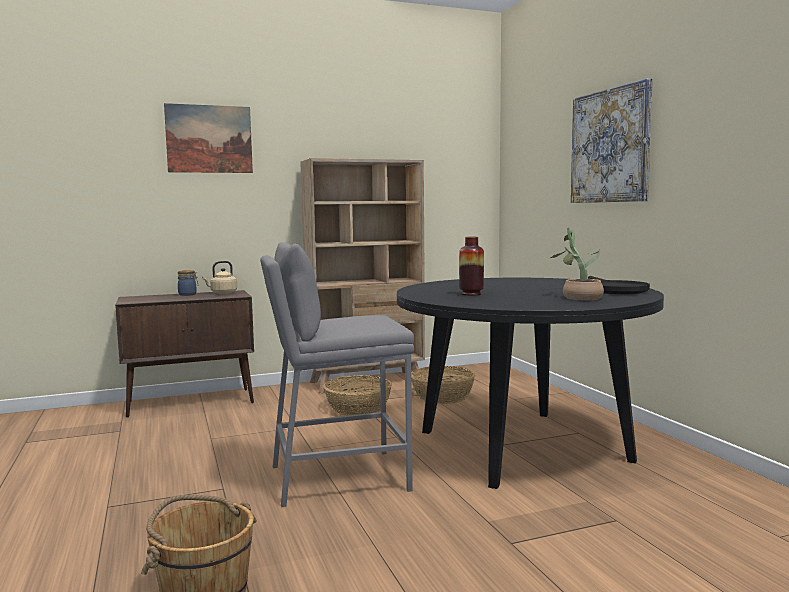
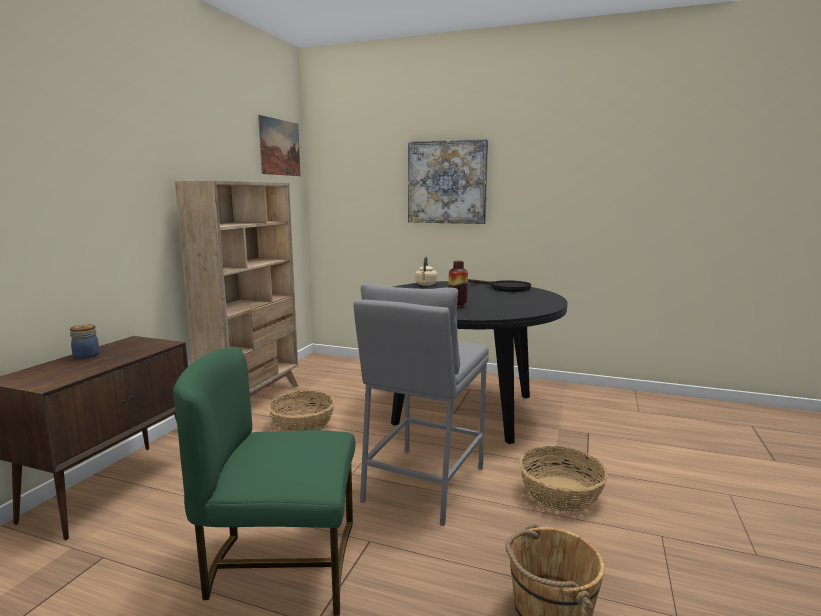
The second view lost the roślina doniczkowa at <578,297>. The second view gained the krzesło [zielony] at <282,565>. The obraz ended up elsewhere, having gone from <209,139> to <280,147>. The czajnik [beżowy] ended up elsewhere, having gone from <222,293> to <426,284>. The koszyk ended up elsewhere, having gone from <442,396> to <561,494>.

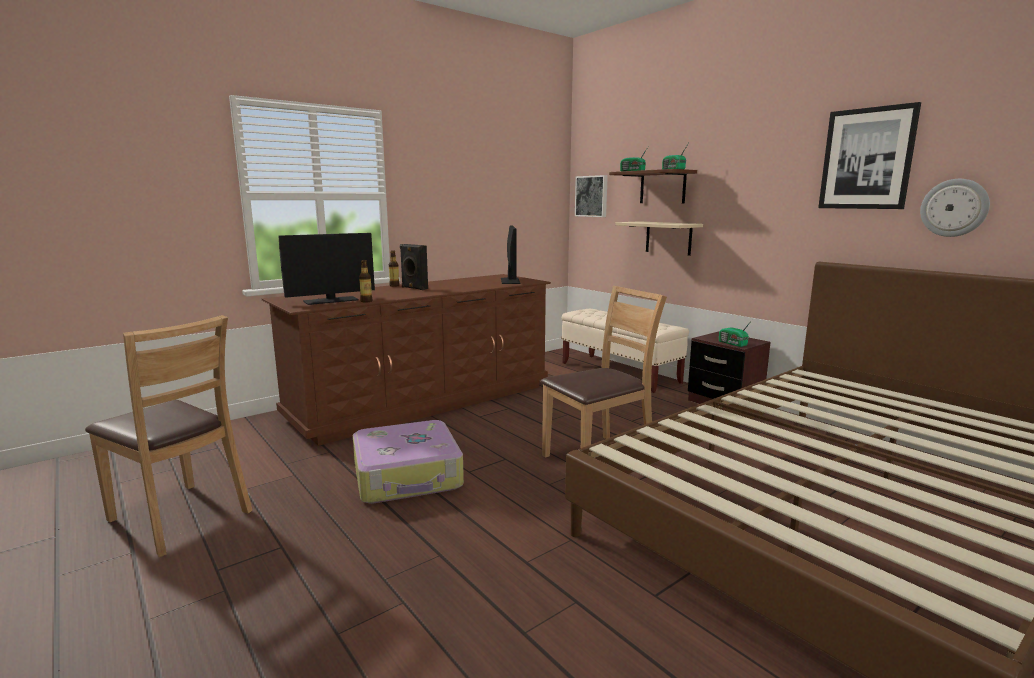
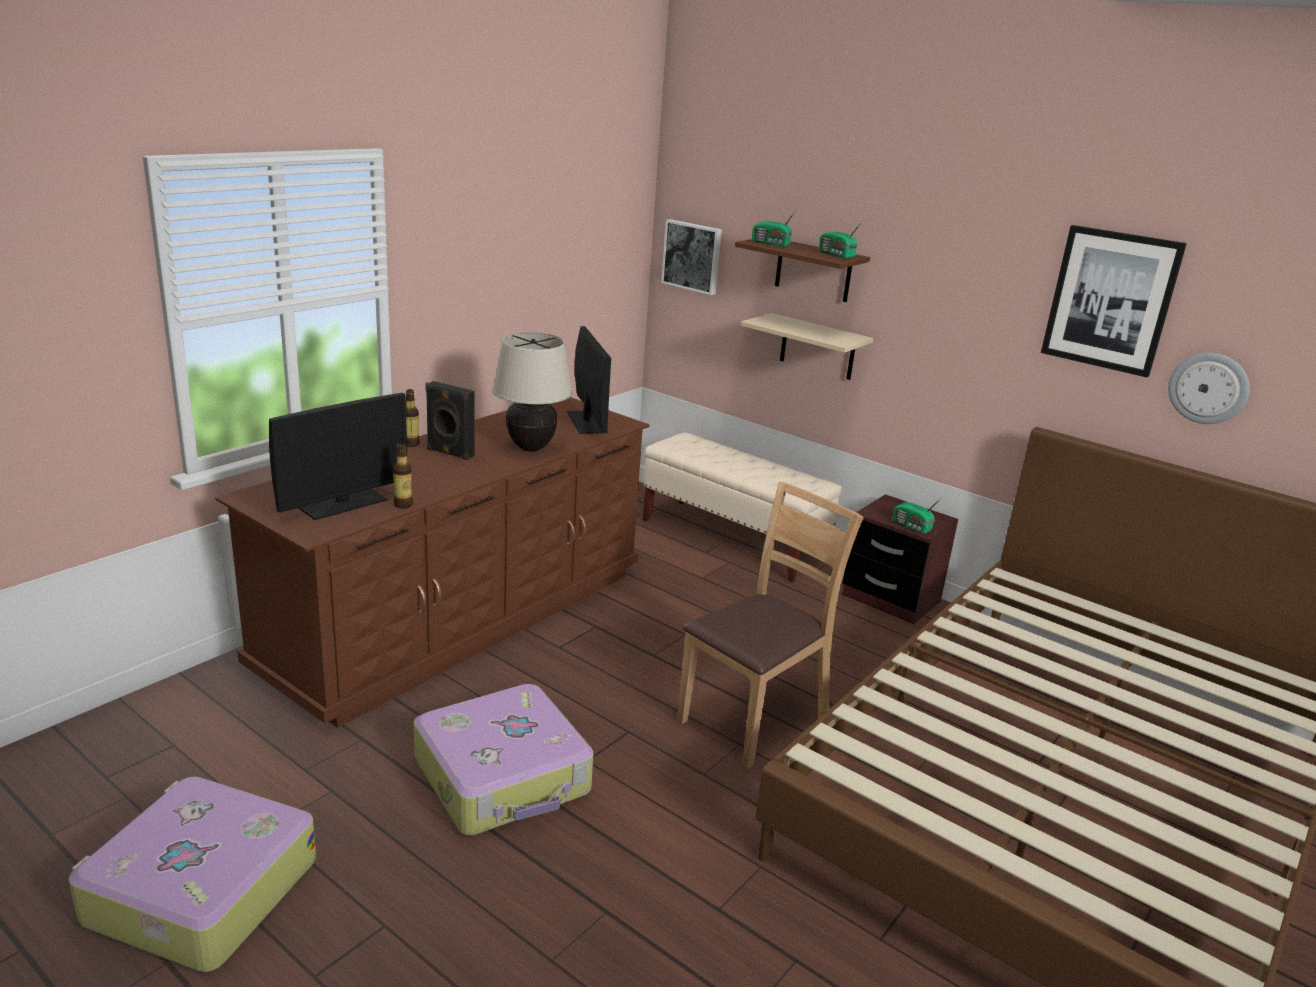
The second view gained the lampa stołowa [beżowy] at <531,448>. Where the krzesło [brązowy] stood at <180,517>, the walizka came to stand at <199,891>.

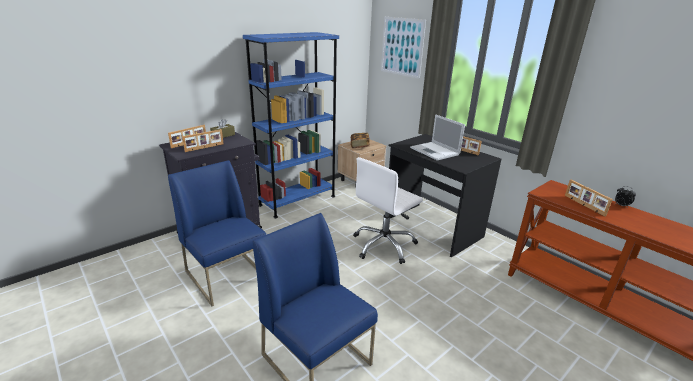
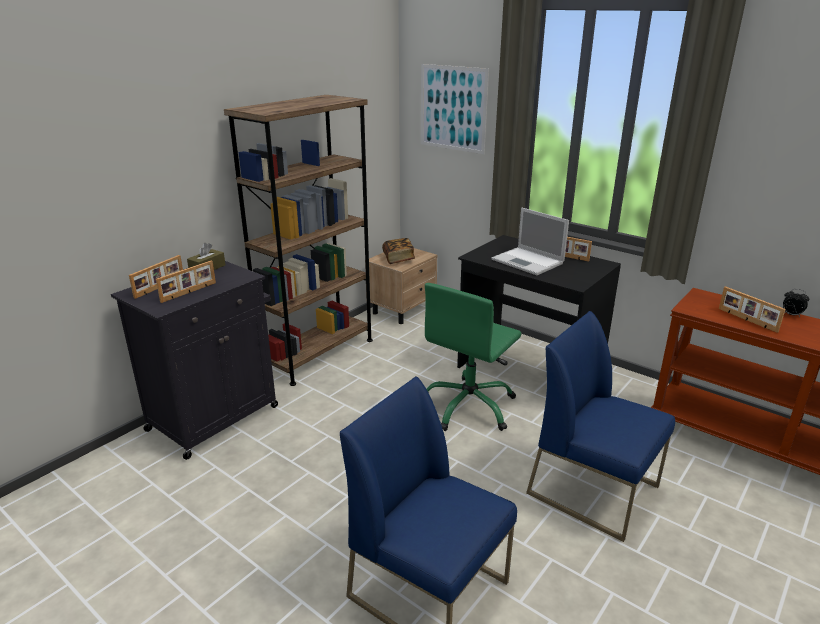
The krzesło [niebieski] ended up elsewhere, having gone from <227,275> to <594,489>. What was the regał [niebieski] at <297,201> turned into the regał [brązowy] at <318,354>. What was the krzesło biurowe [biały] at <384,245> turned into the krzesło biurowe [zielony] at <469,406>.

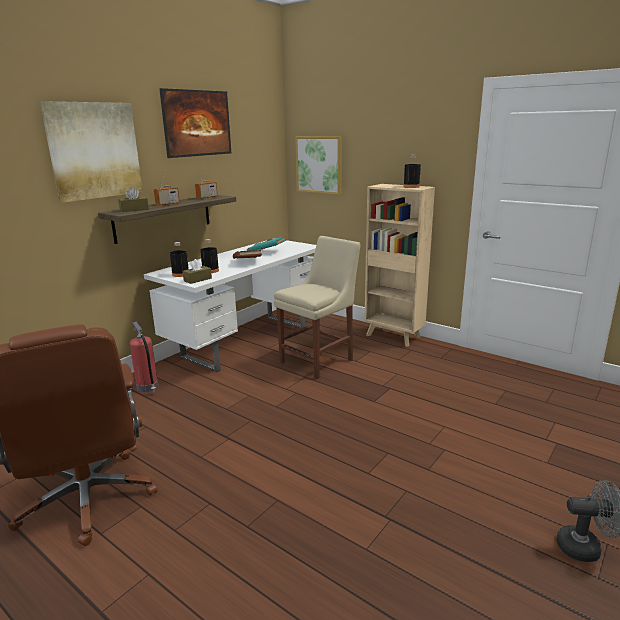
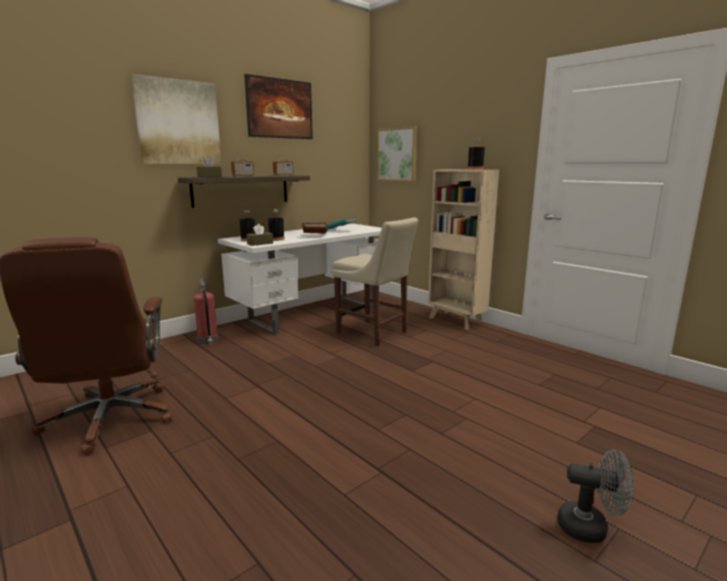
The krzesło [beżowy] at <319,360> ended up facing another way, 75 degrees clockwise from before.

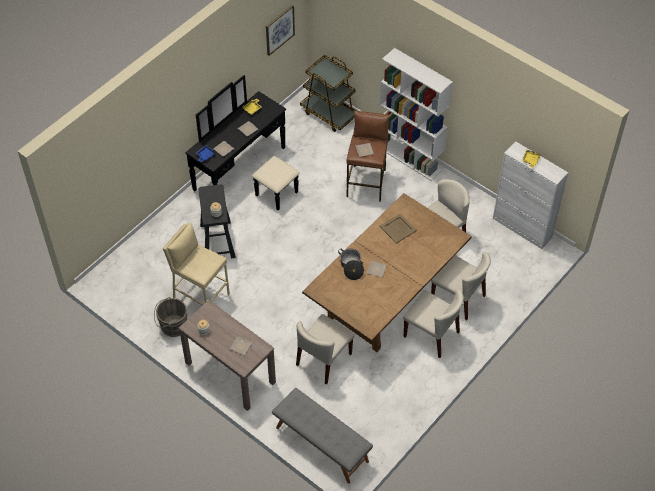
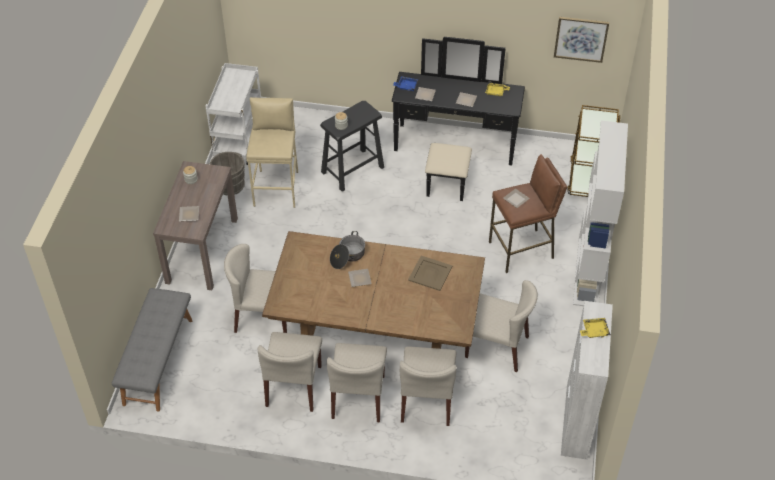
The second view gained the wózek [biały] at <238,141>. The second view gained the krzesło [beżowy] at <294,386>.

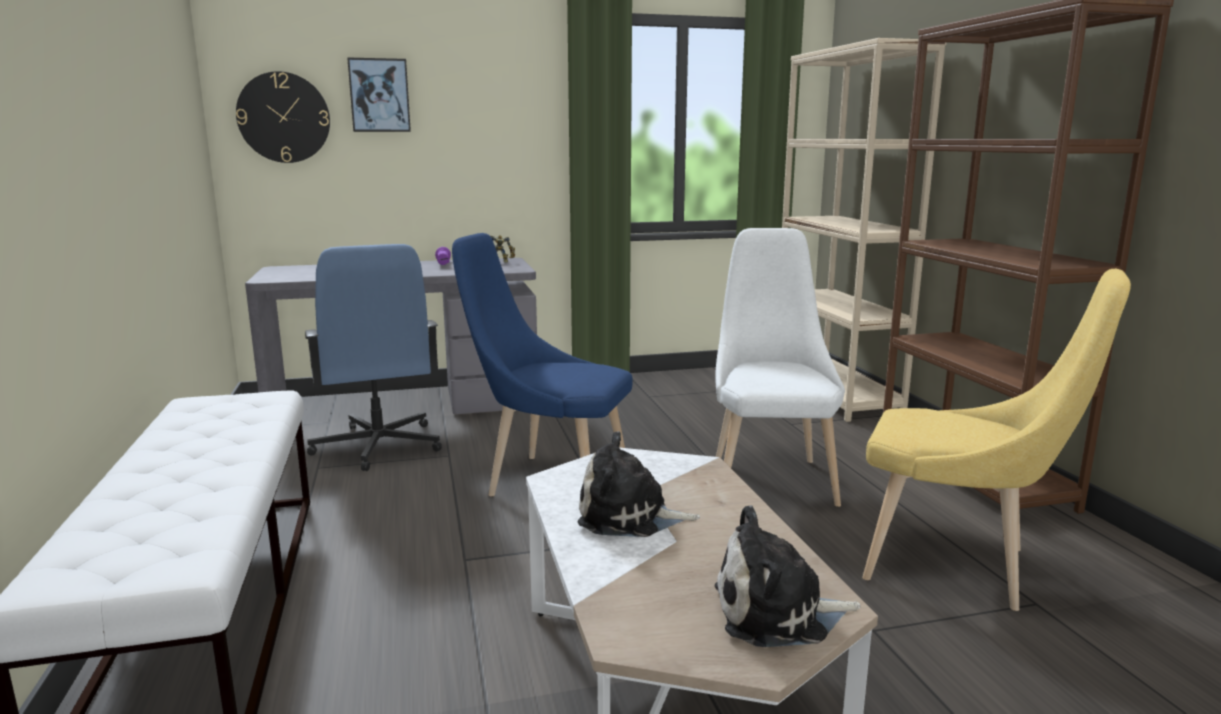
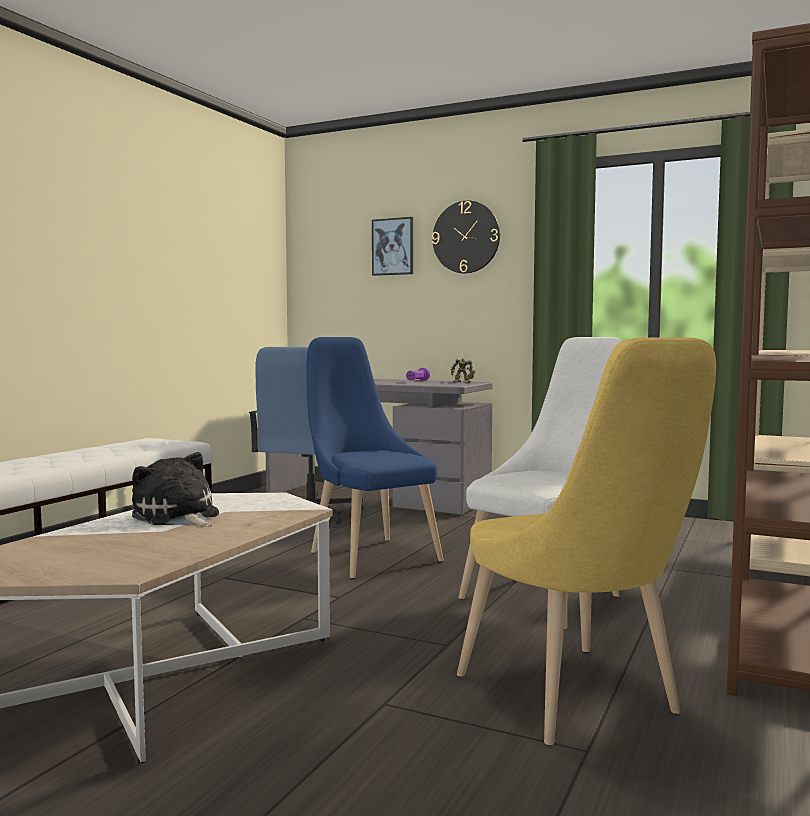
The second view lost the pluszak at <777,613>. The zegar ścienny ended up elsewhere, having gone from <284,117> to <466,237>.

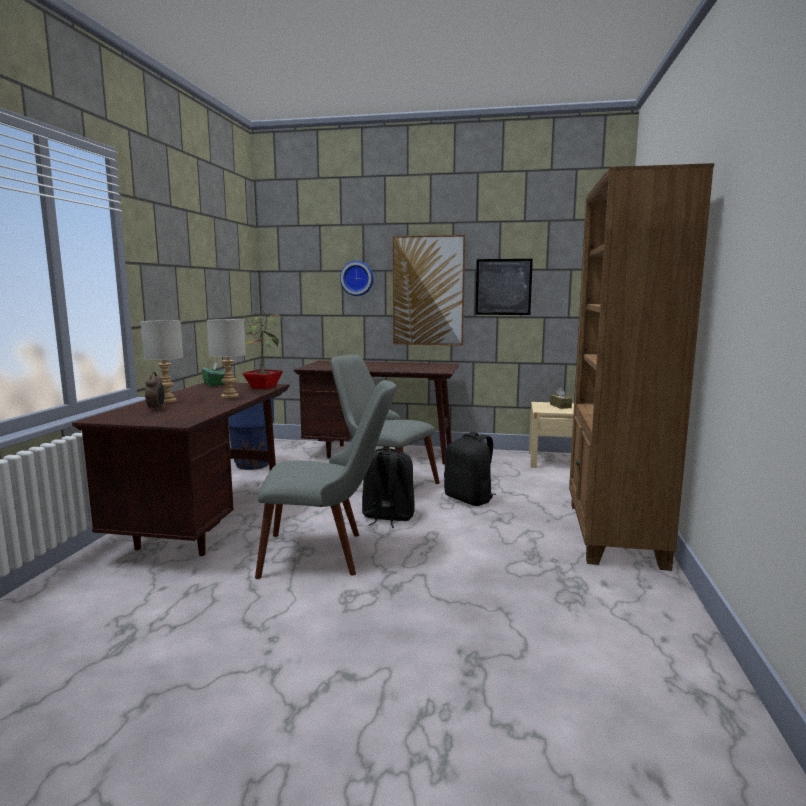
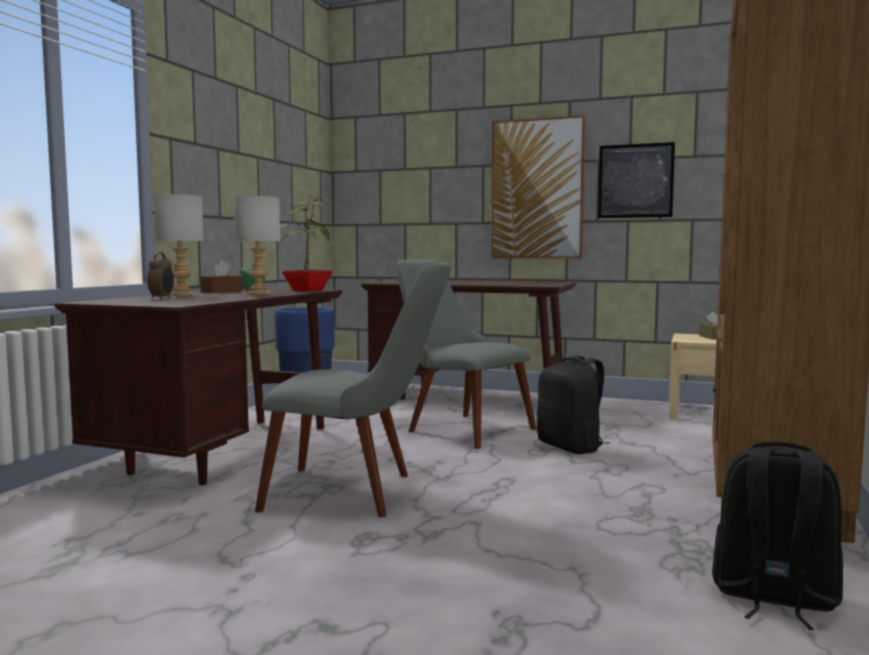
The second view lost the zegar ścienny at <357,278>. The second view gained the pudełko chusteczek [brązowy] at <222,291>. The plecak [czarny] ended up elsewhere, having gone from <387,517> to <772,598>.

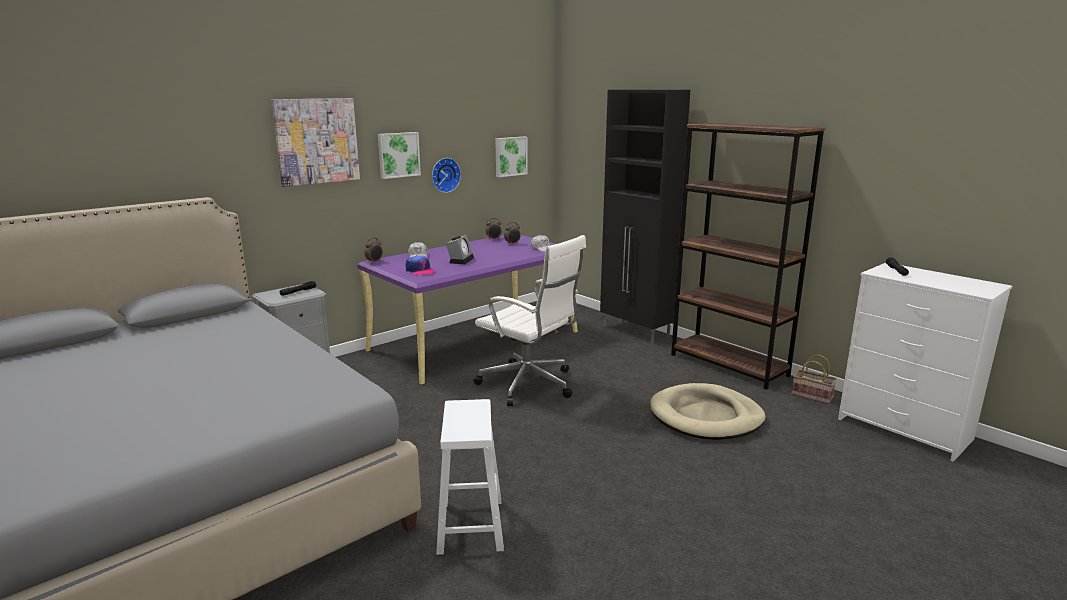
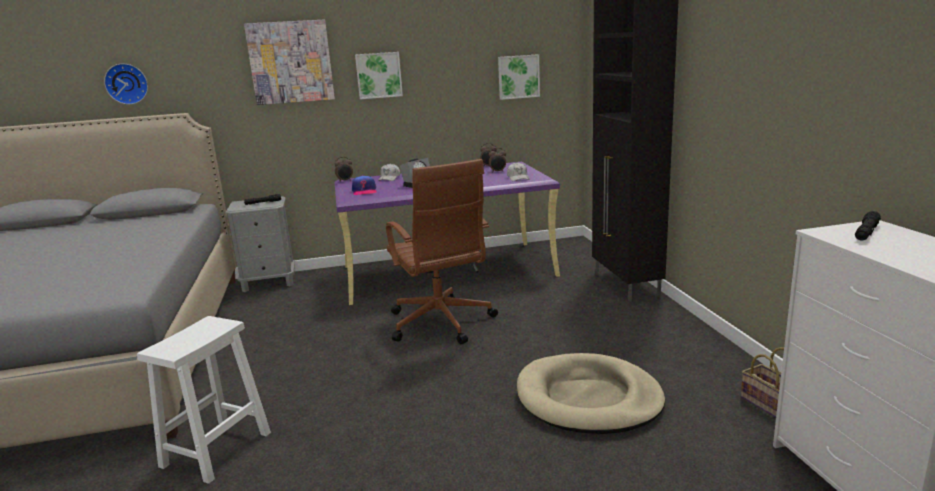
The second view lost the regał [brązowy] at <728,365>. The zegar ścienny ended up elsewhere, having gone from <444,175> to <127,84>. What was the krzesło biurowe [biały] at <529,385> turned into the krzesło biurowe [brązowy] at <441,323>.

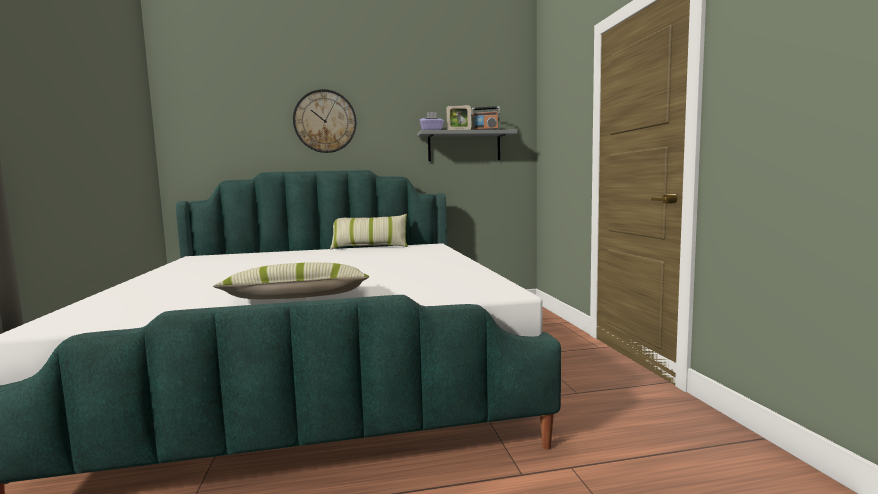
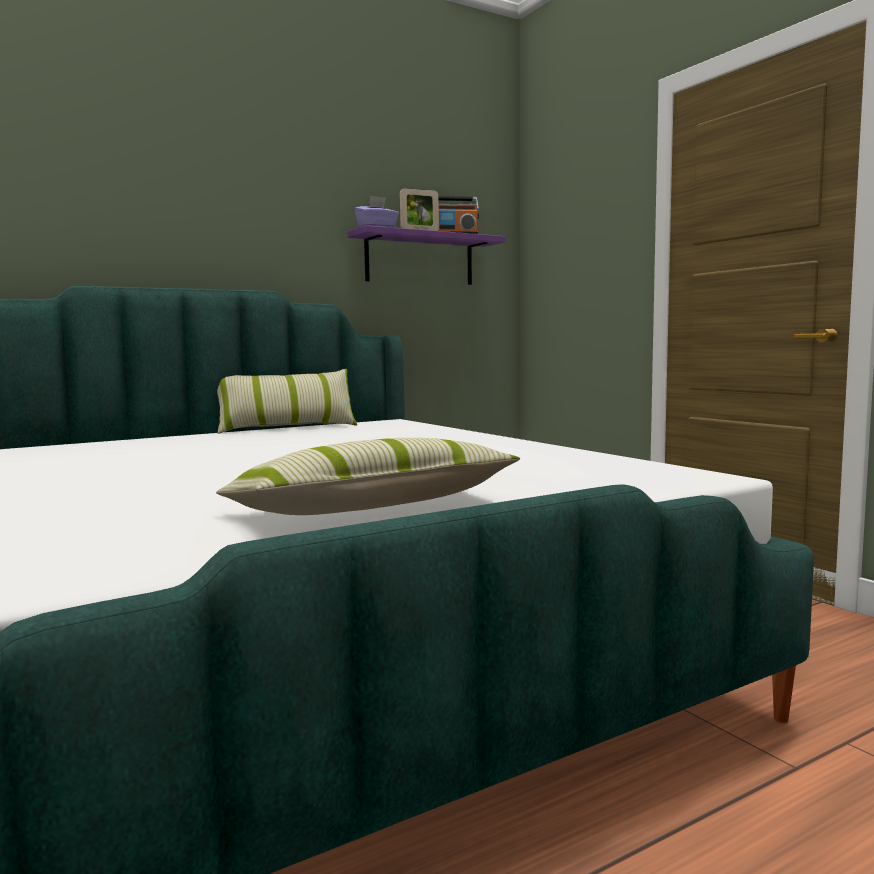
The second view lost the zegar ścienny at <325,121>. What was the półka [szary] at <464,146> turned into the półka [fioletowy] at <419,259>.

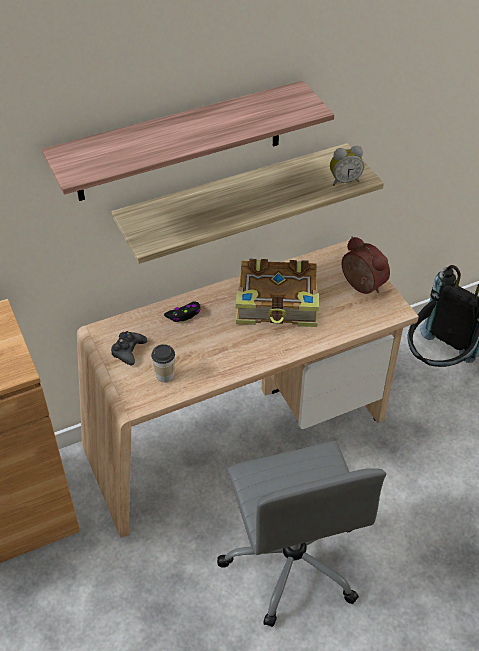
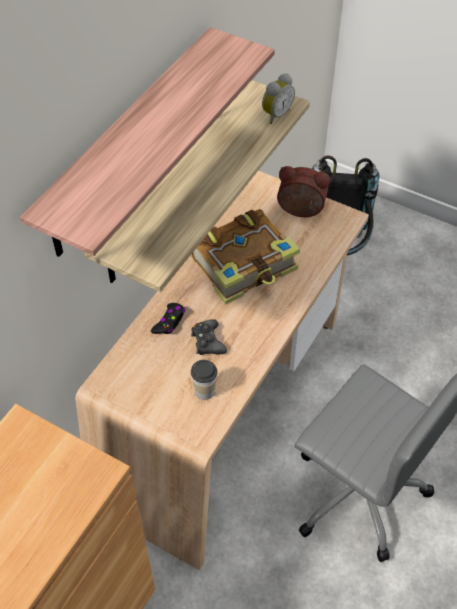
The pad do gier [czarny] ended up elsewhere, having gone from <128,351> to <208,342>.

